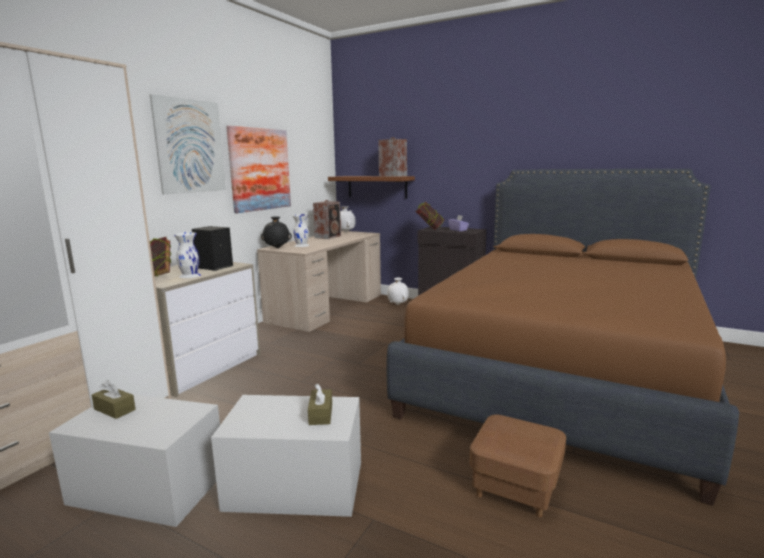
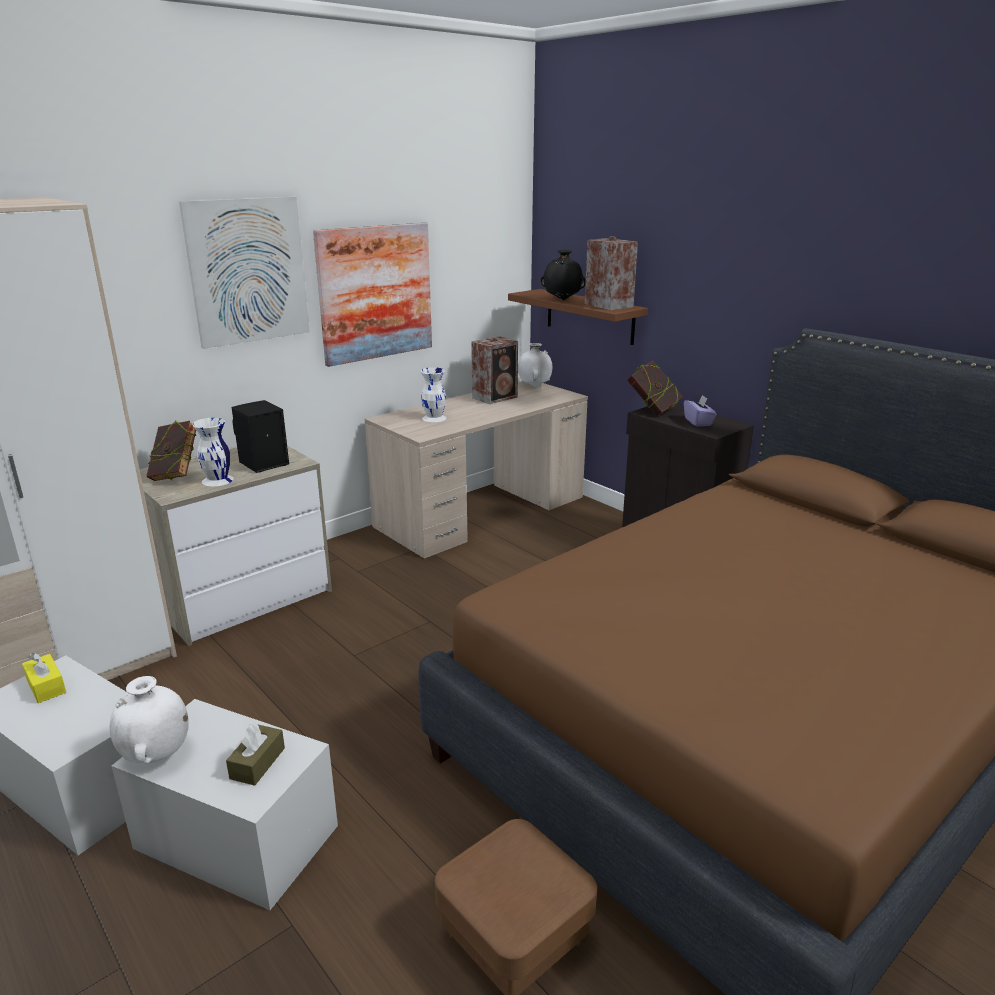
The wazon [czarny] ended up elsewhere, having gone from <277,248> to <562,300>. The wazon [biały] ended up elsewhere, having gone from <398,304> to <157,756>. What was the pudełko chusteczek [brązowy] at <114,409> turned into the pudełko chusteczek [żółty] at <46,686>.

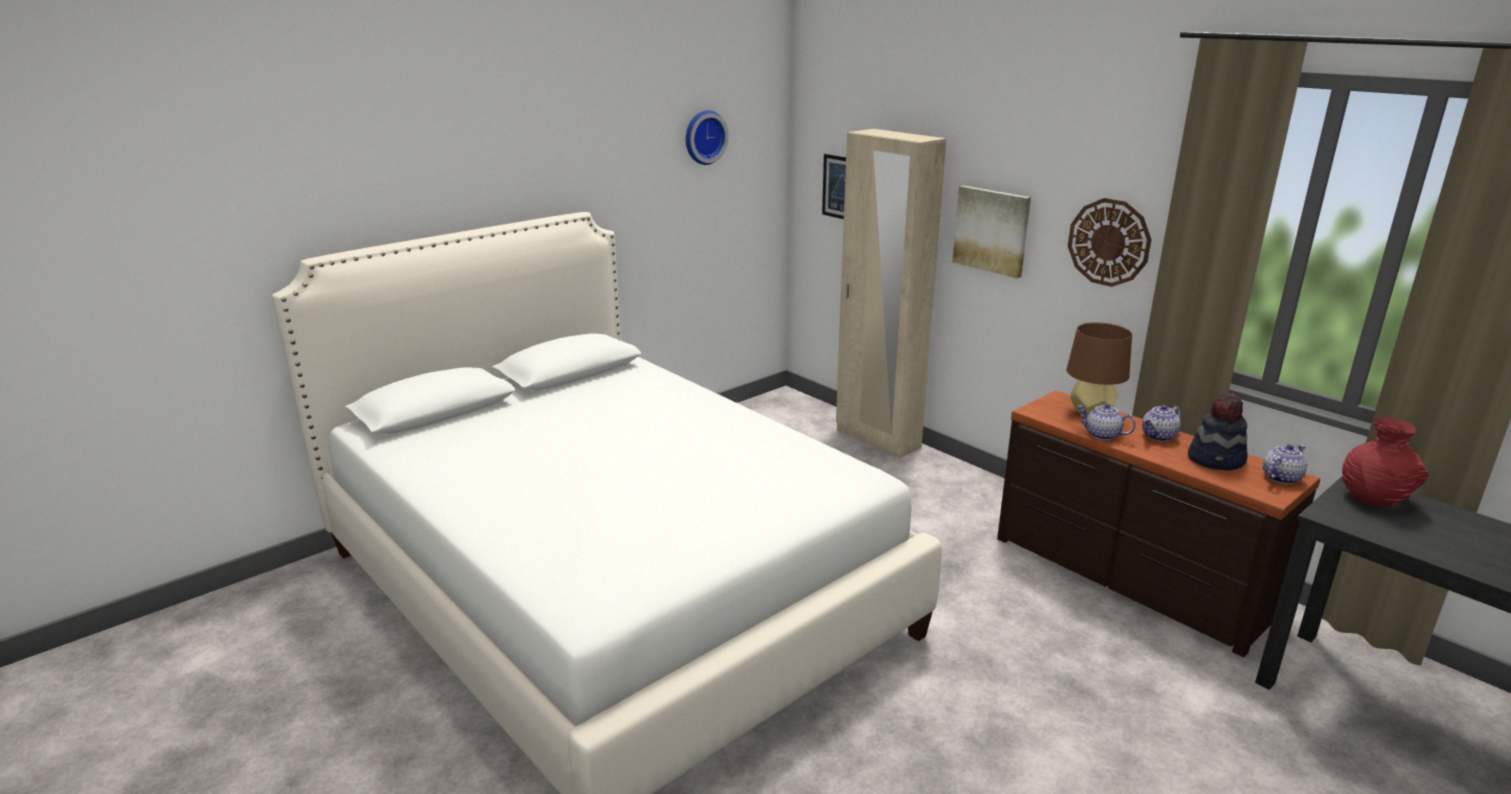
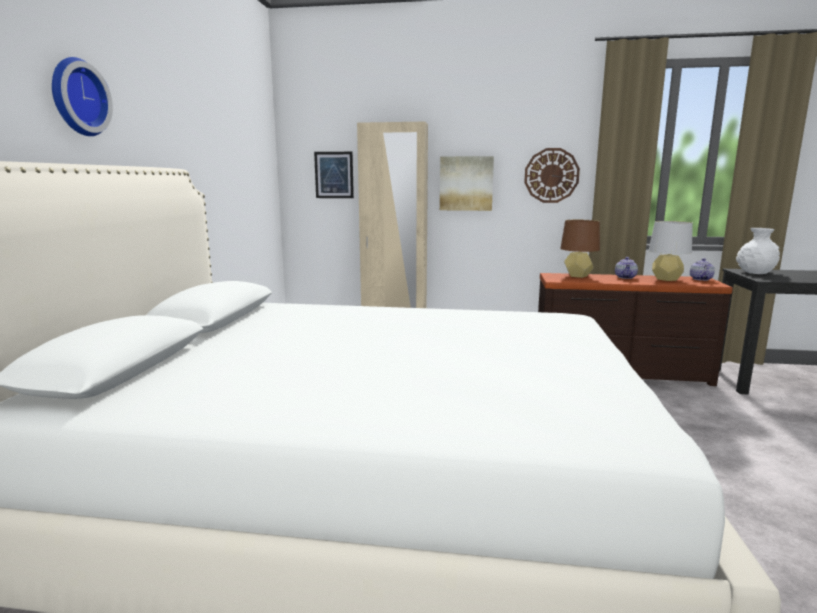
The second view lost the imbryk at <1102,435>. The zegar ścienny ended up elsewhere, having gone from <703,137> to <76,97>. Where the kapelusz stood at <1216,460>, the lampa stołowa [szary] came to stand at <666,279>. What was the wazon [czerwony] at <1374,497> turned into the wazon [biały] at <755,272>.

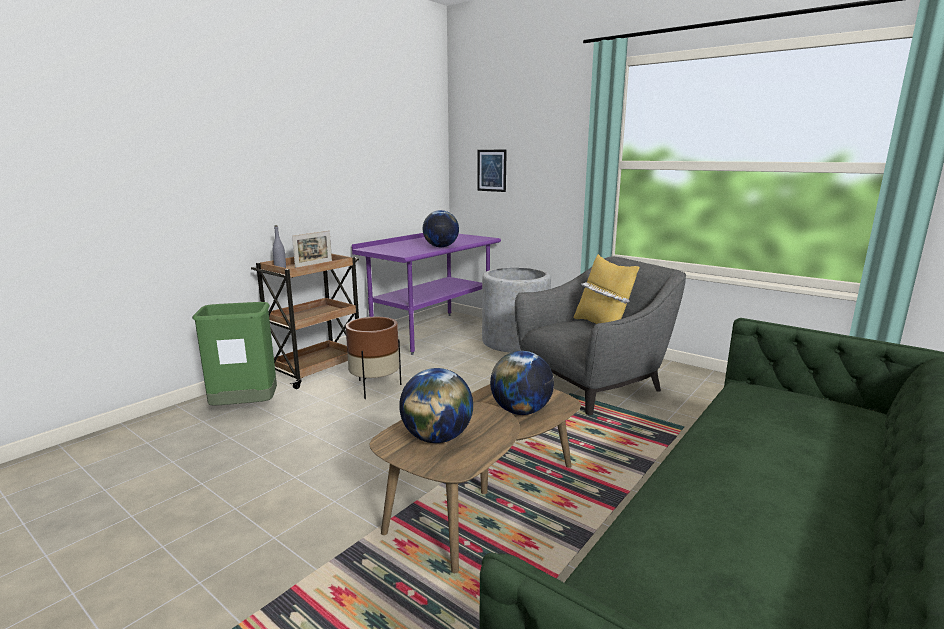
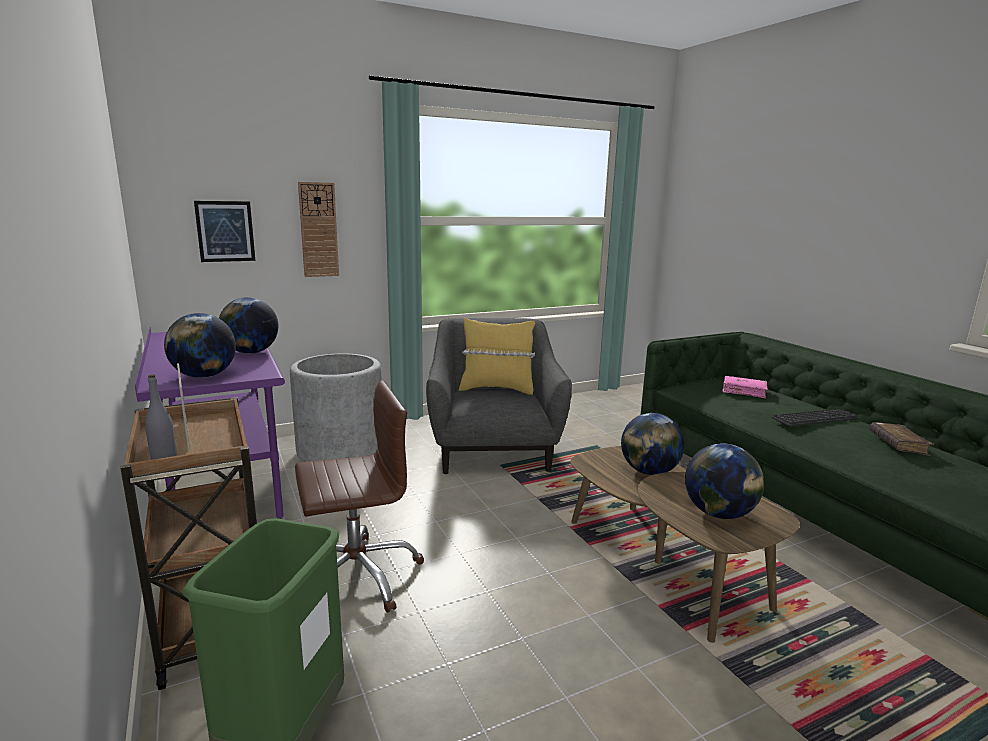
The second view gained the globus at <204,376>. The second view gained the zegar ścienny at <318,230>. The second view gained the książka [różowy] at <743,391>. The second view gained the klawiatura at <815,418>. The second view gained the książka [brązowy] at <897,445>. Where the donica [brązowy] stood at <375,387>, the krzesło biurowe [brązowy] came to stand at <356,575>.

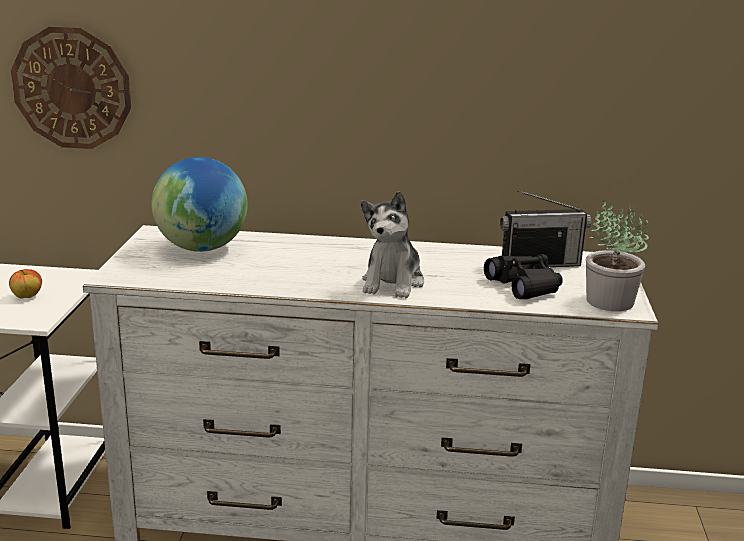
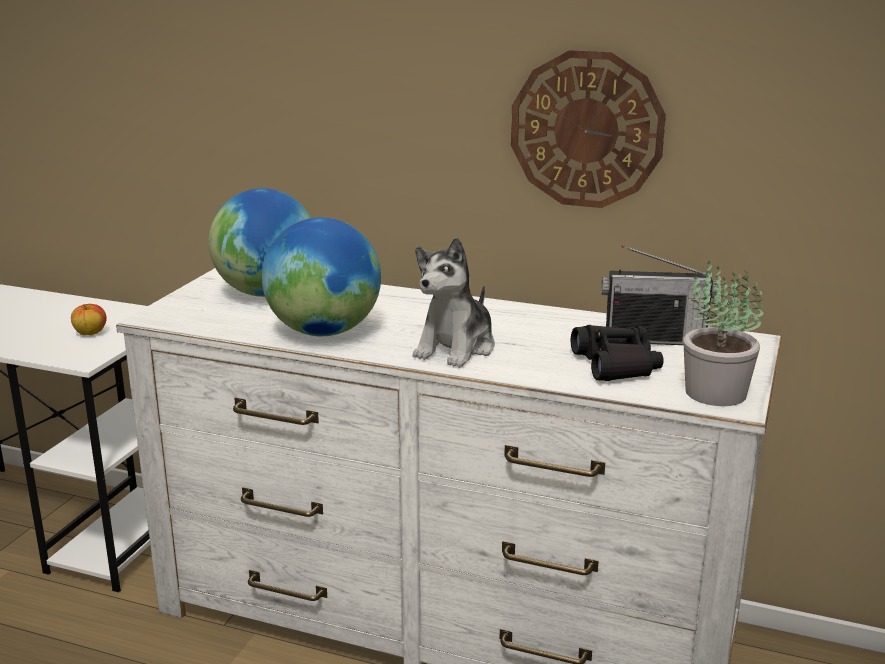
The second view gained the globus at <323,332>. The zegar ścienny ended up elsewhere, having gone from <72,88> to <586,130>.

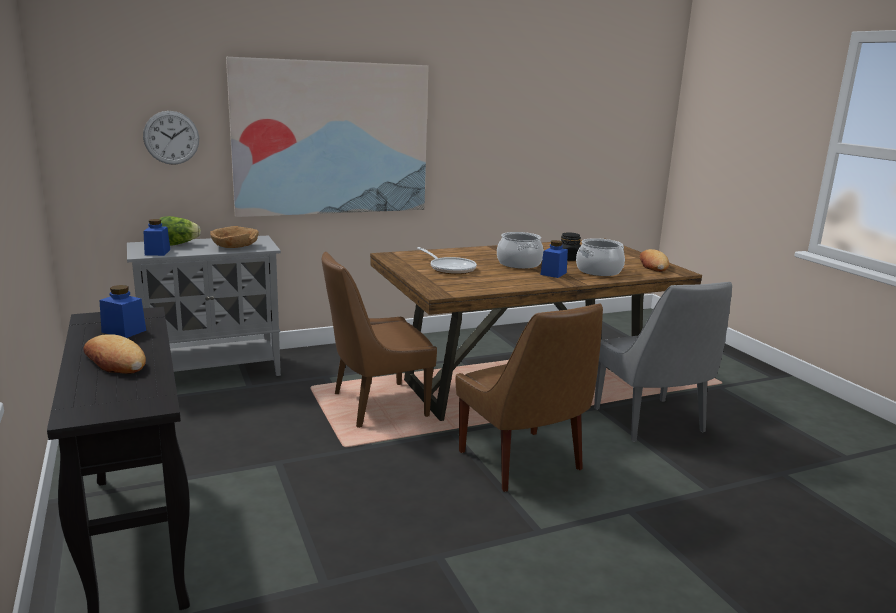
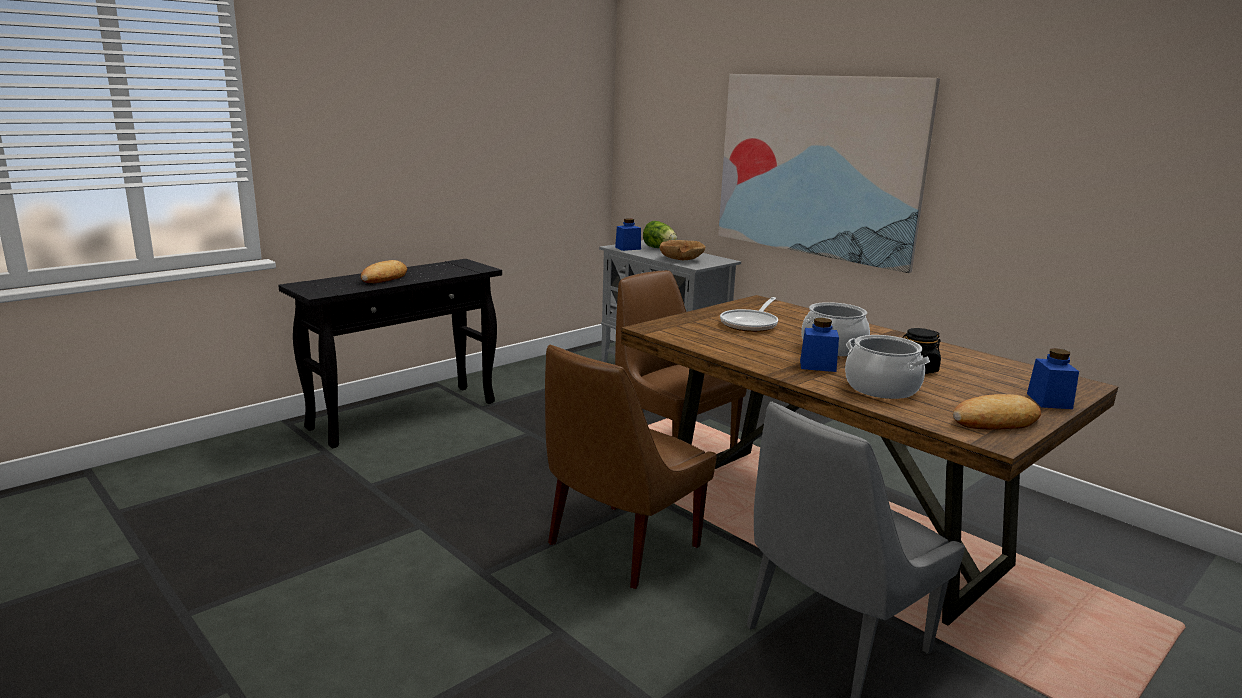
The second view lost the zegar ścienny at <171,137>. The słoik [niebieski] ended up elsewhere, having gone from <124,331> to <1049,401>.

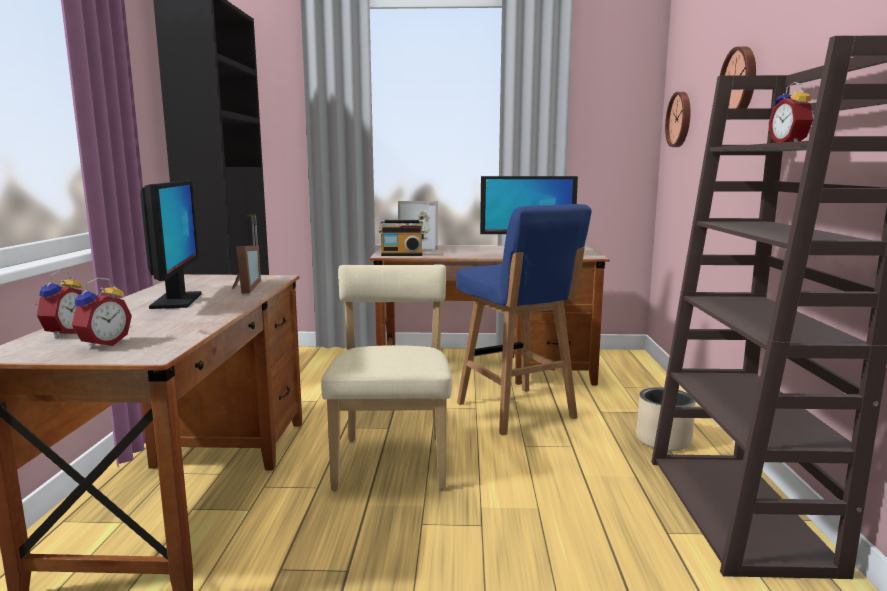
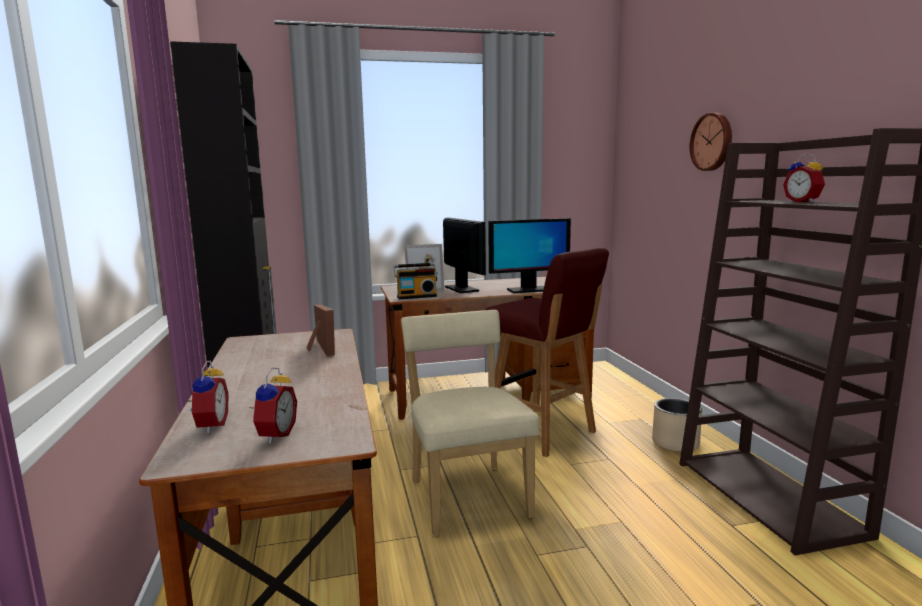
The second view lost the zegar ścienny at <680,119>. The monitor ended up elsewhere, having gone from <176,301> to <461,289>. What was the stołek [niebieski] at <516,411> turned into the stołek [czerwony] at <542,432>.

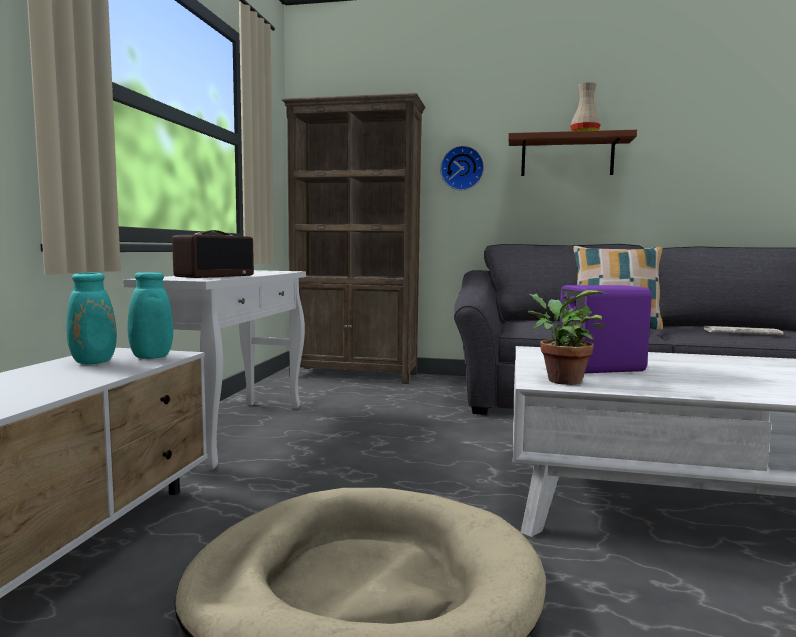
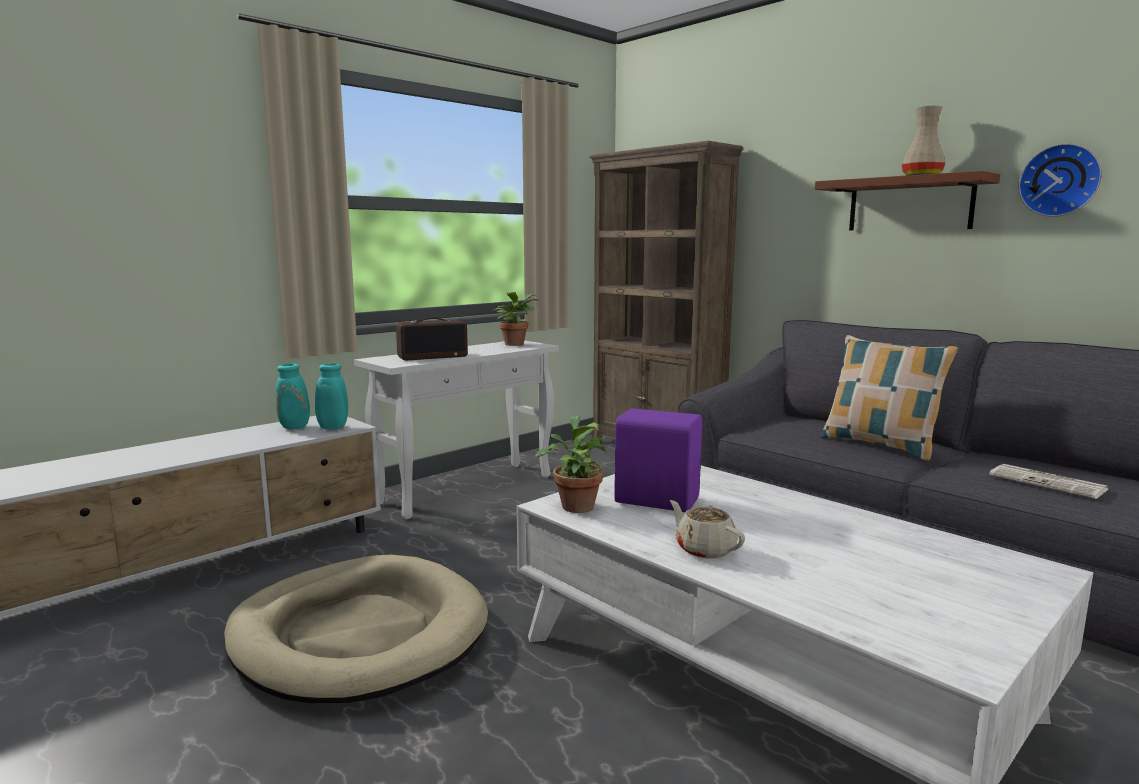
The second view gained the roślina doniczkowa at <515,344>. The second view gained the imbryk [beżowy] at <704,549>. The zegar ścienny ended up elsewhere, having gone from <462,168> to <1060,180>.

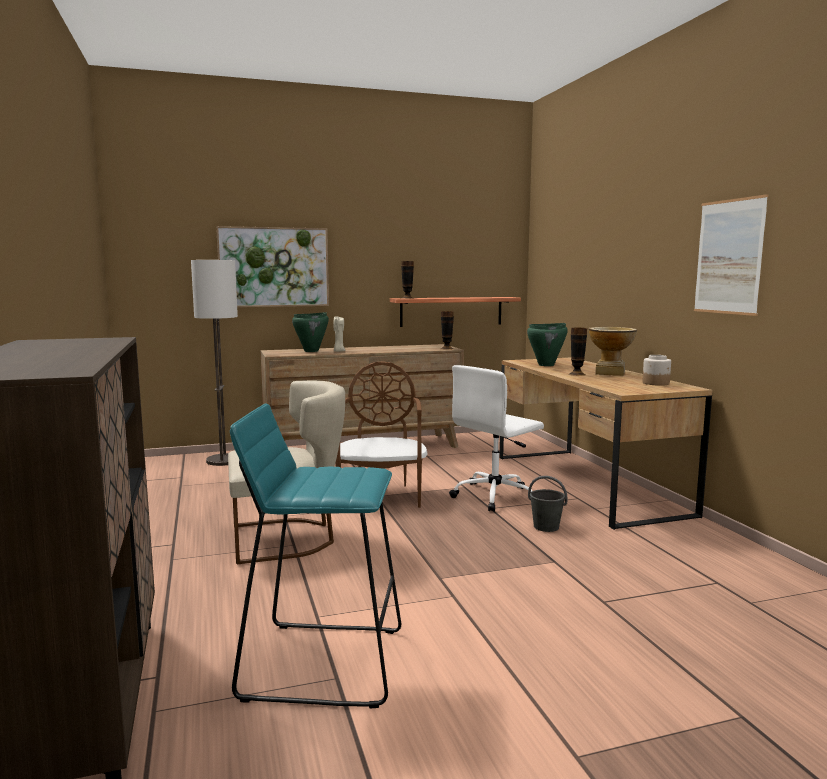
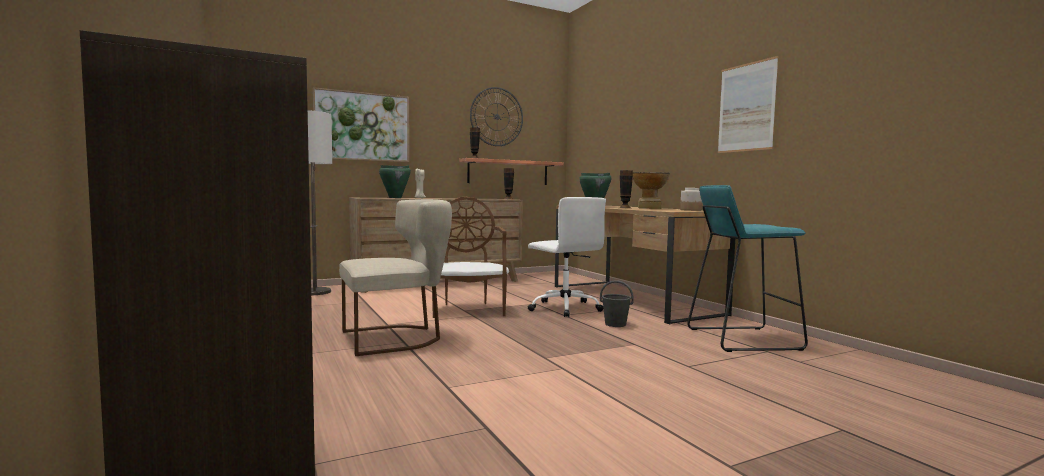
The second view gained the zegar ścienny at <497,116>. The stołek [turkusowy] ended up elsewhere, having gone from <322,662> to <742,339>. The krzesło biurowe [biały] at <496,496> ended up facing another way, 75 degrees counterclockwise from before.

